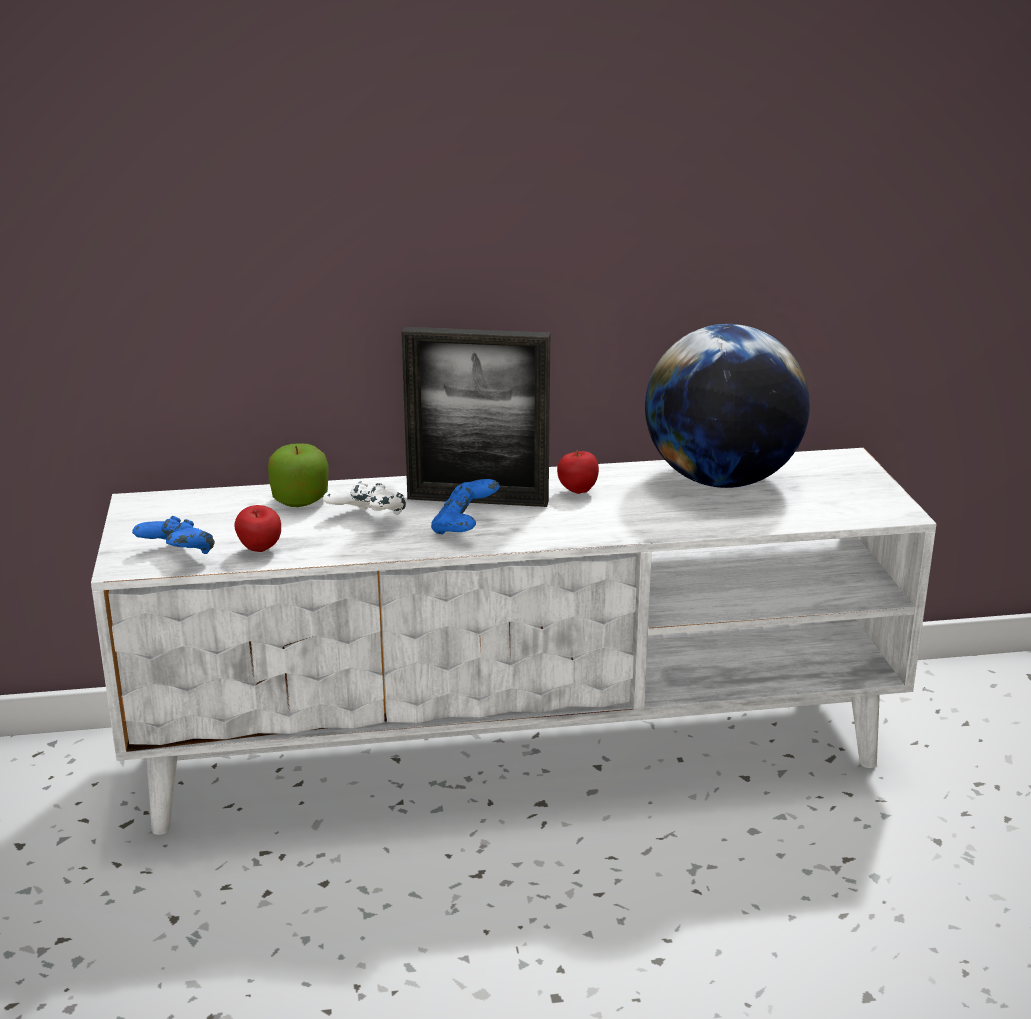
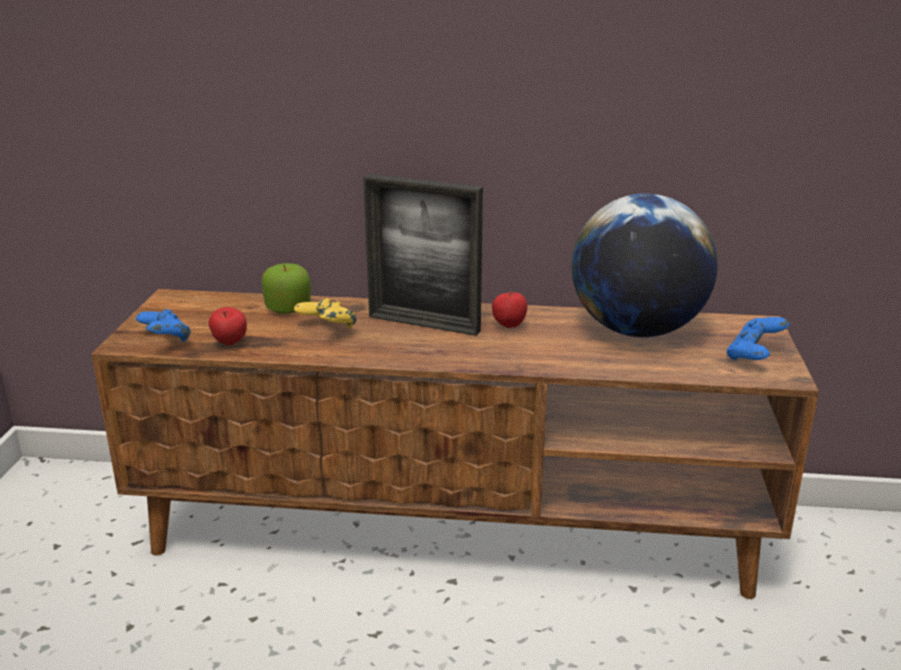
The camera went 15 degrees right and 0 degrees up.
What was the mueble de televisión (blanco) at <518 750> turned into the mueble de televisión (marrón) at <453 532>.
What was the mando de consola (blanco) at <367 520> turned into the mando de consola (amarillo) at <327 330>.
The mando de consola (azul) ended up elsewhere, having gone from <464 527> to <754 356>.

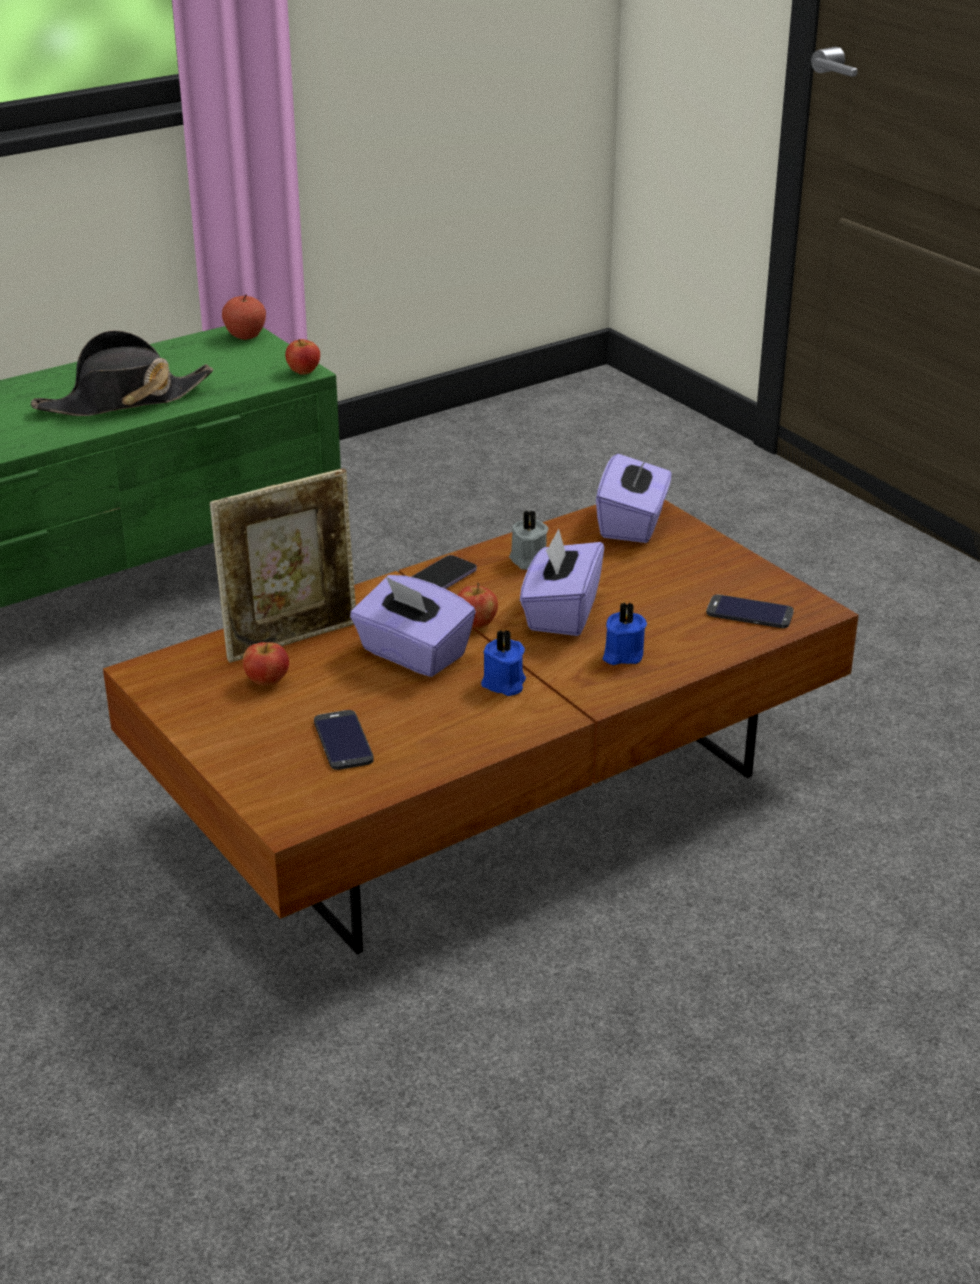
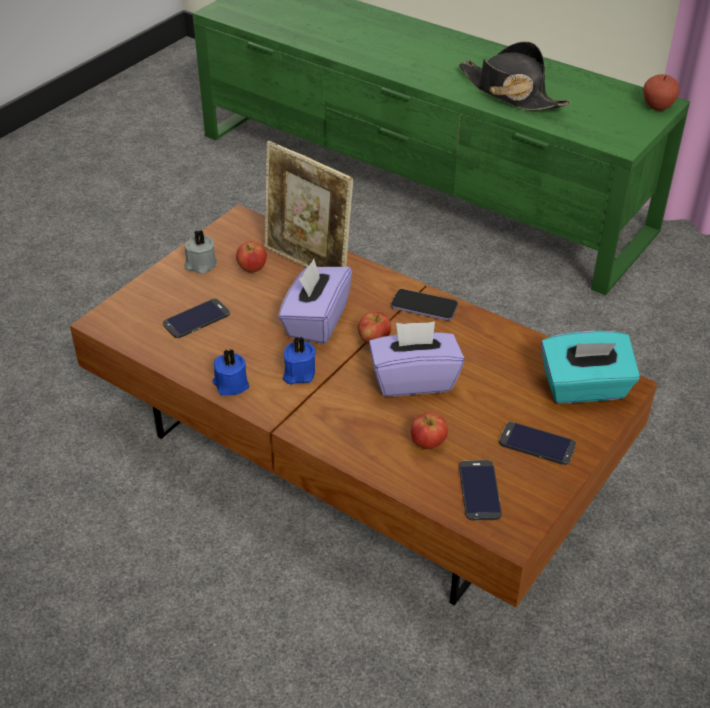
The camera went 70 degrees right and 10 degrees up.
The vela (gris) ended up elsewhere, having gone from <528 560> to <200 265>.
The vela (azul) ended up elsewhere, having gone from <622 655> to <230 384>.
The manzana ended up elsewhere, having gone from <304 372> to <428 443>.
The second view gained the móvil at <537 444>.
What was the caja de pañuelos (morado) at <633 524> turned into the caja de pañuelos (turquesa) at <584 388>.

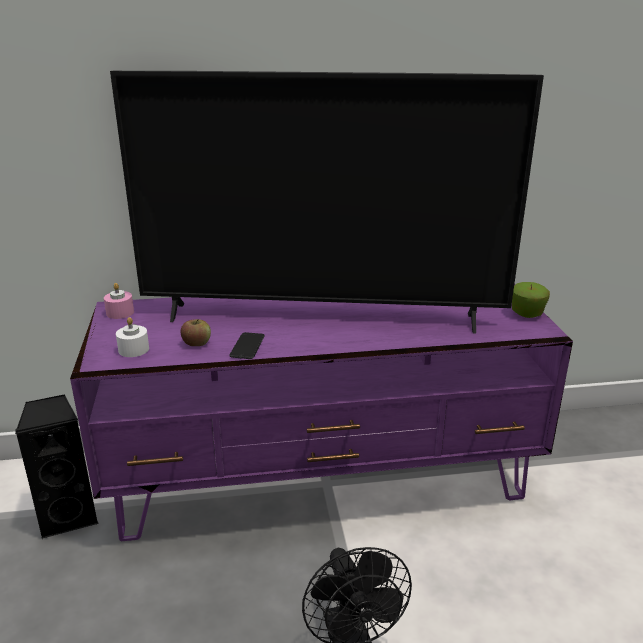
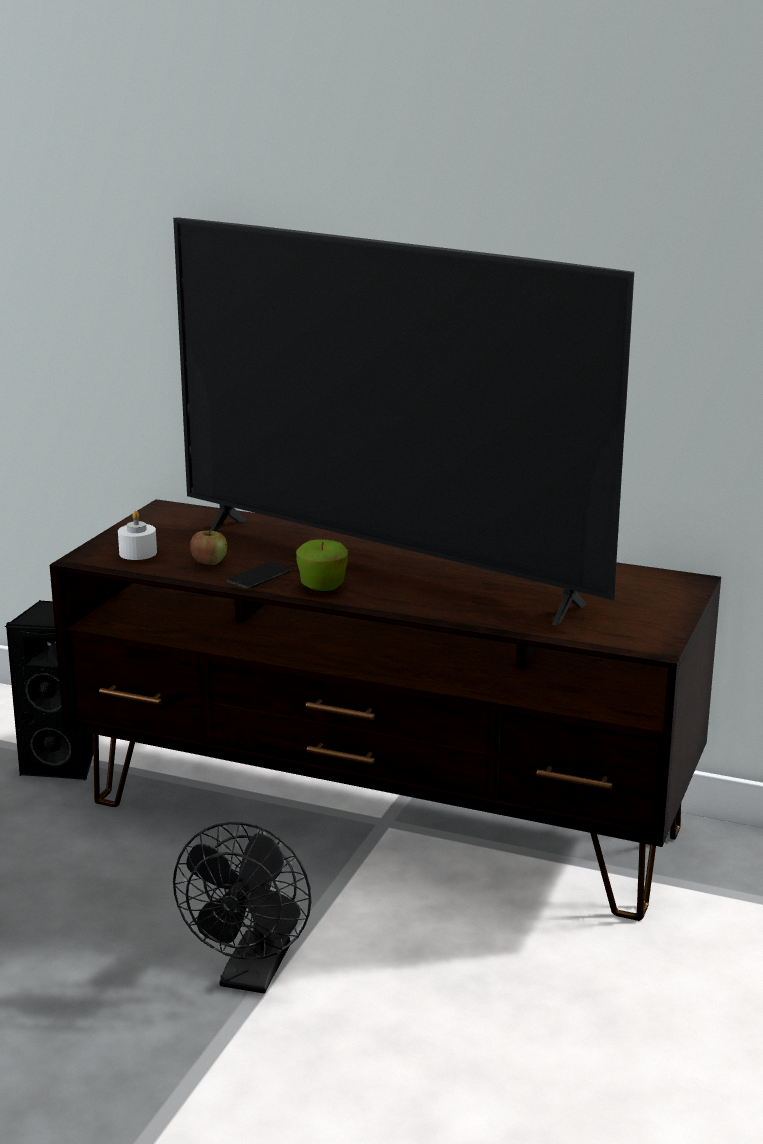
The camera went 30 degrees right and 5 degrees down.
What was the mueble de televisión (morado) at <322 480> turned into the mueble de televisión (marrón) at <383 817>.
The manzana ended up elsewhere, having gone from <527 314> to <322 586>.
The second view lost the vela (rosa) at <120 312>.

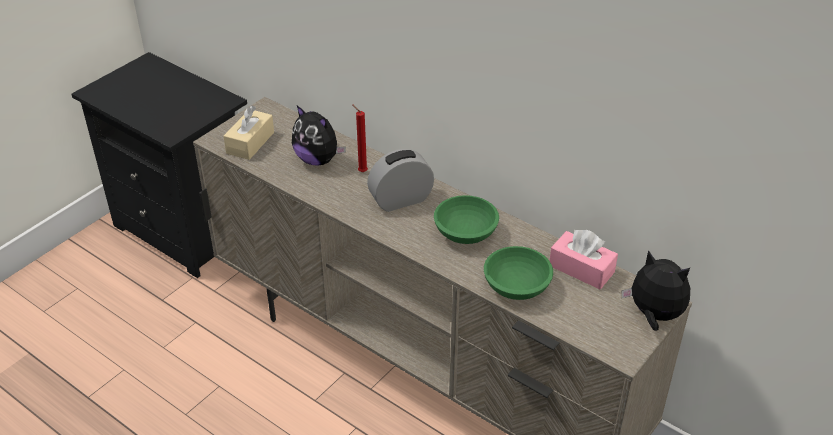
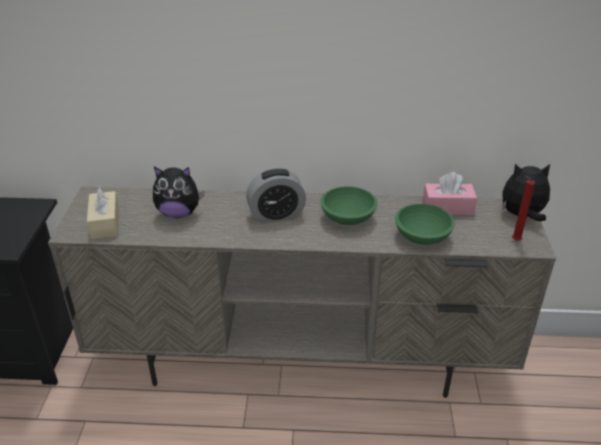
The camera went 35 degrees left and 5 degrees down.
The despertador at <401 200> ended up facing another way, 135 degrees counterclockwise from before.
The vela (rojo) ended up elsewhere, having gone from <361 171> to <514 241>.

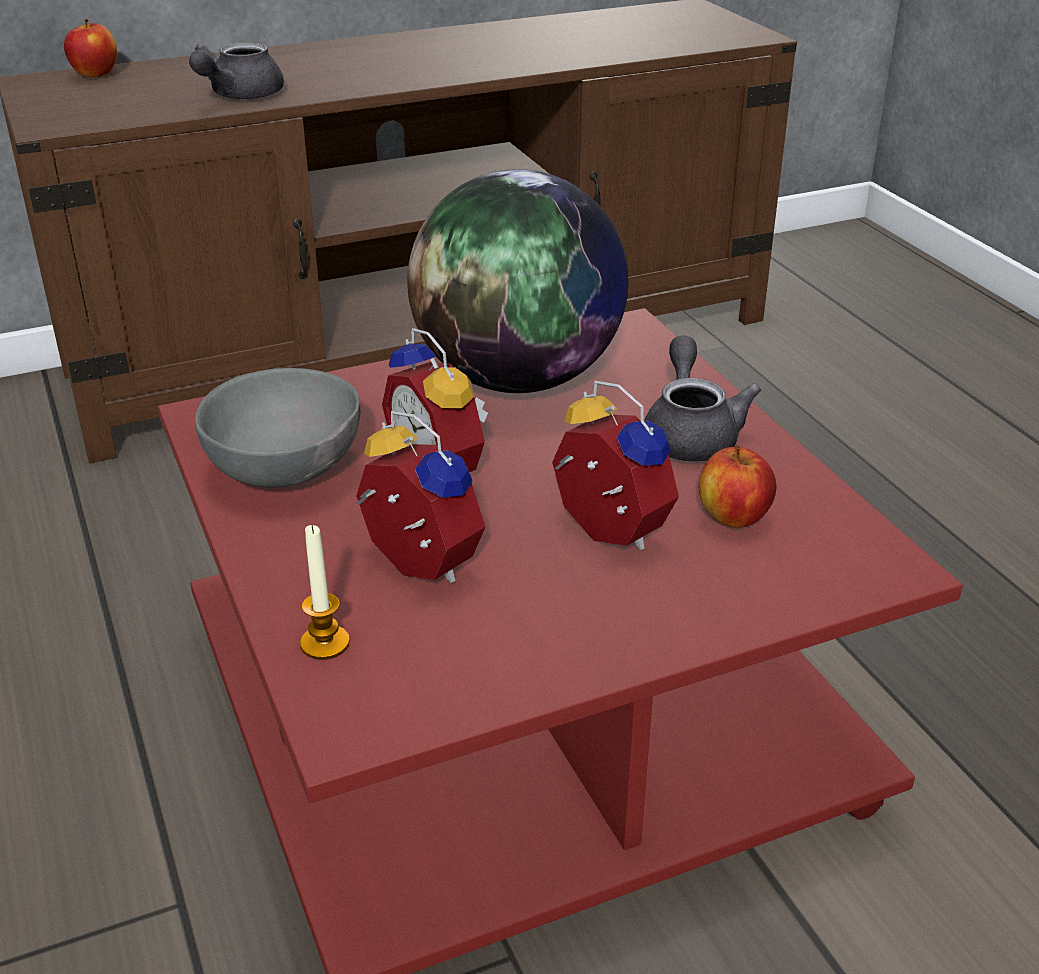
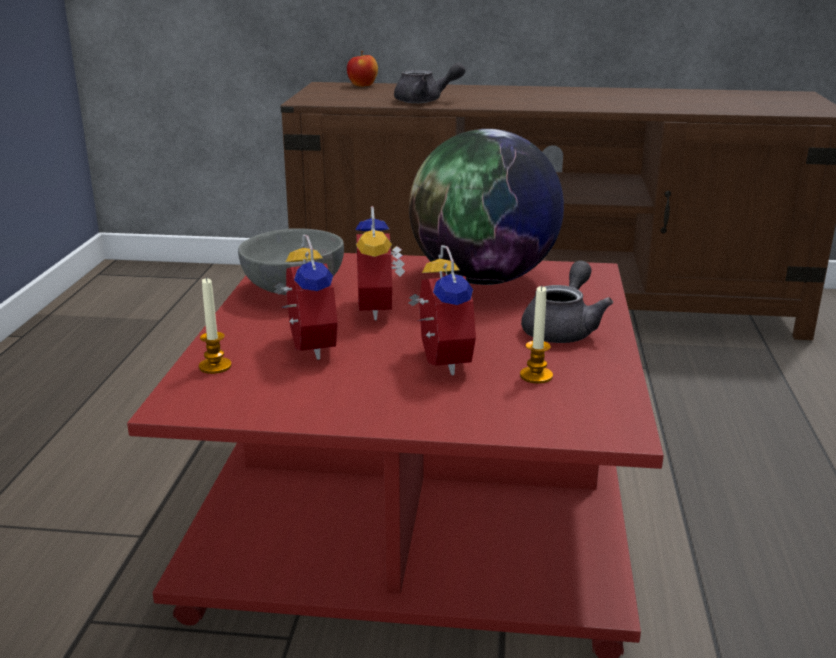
The camera went 30 degrees right and 10 degrees down.
The tetera (gris) at <238 96> ended up facing another way, 150 degrees counterclockwise from before.
Where the manzana stood at <733 517>, the vela came to stand at <536 376>.

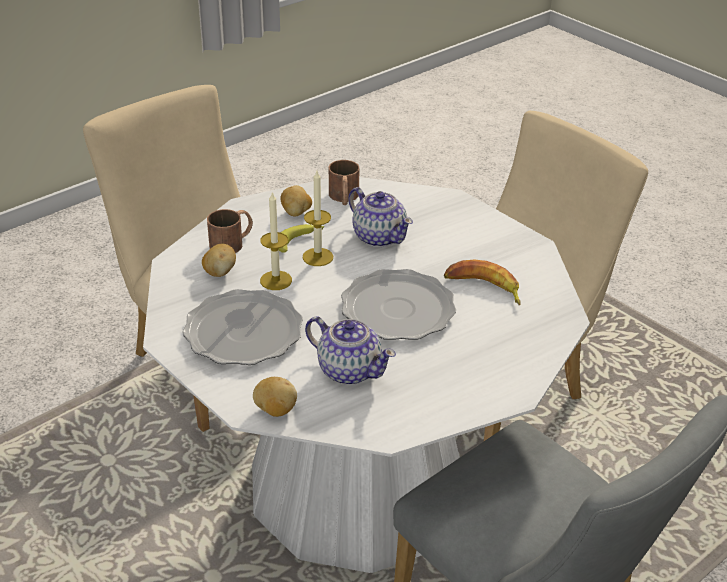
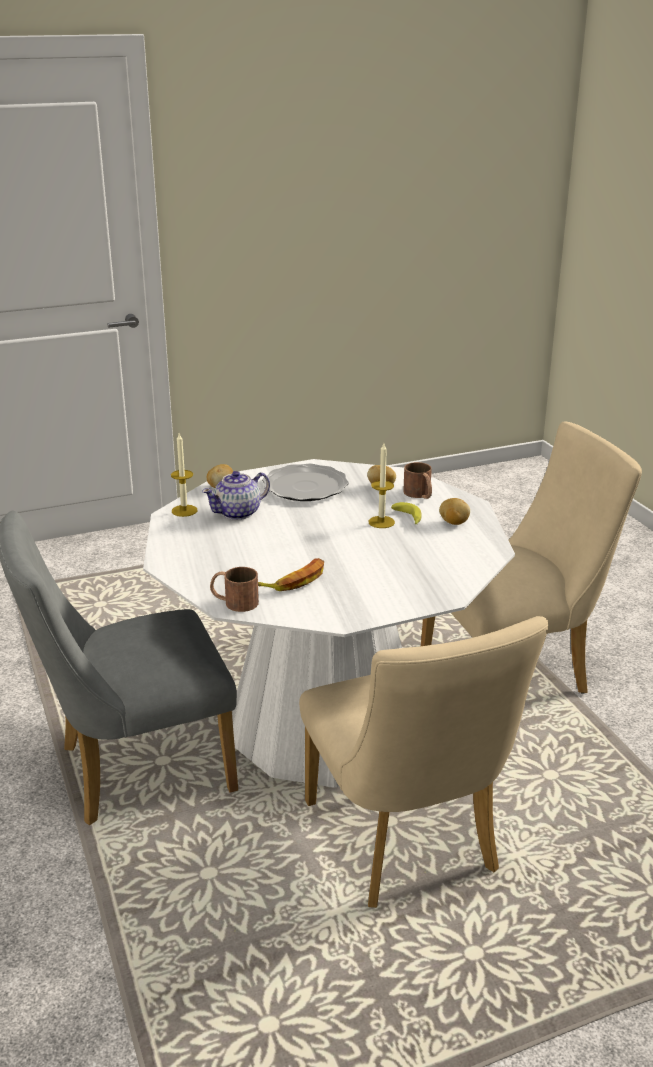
The camera went 110 degrees right and 10 degrees down.
The vela ended up elsewhere, having gone from <276 280> to <184 510>.
The taza grande (marrón) ended up elsewhere, having gone from <344 198> to <234 602>.
The second view lost the plato at <398 309>.
The second view lost the tetera at <379 236>.

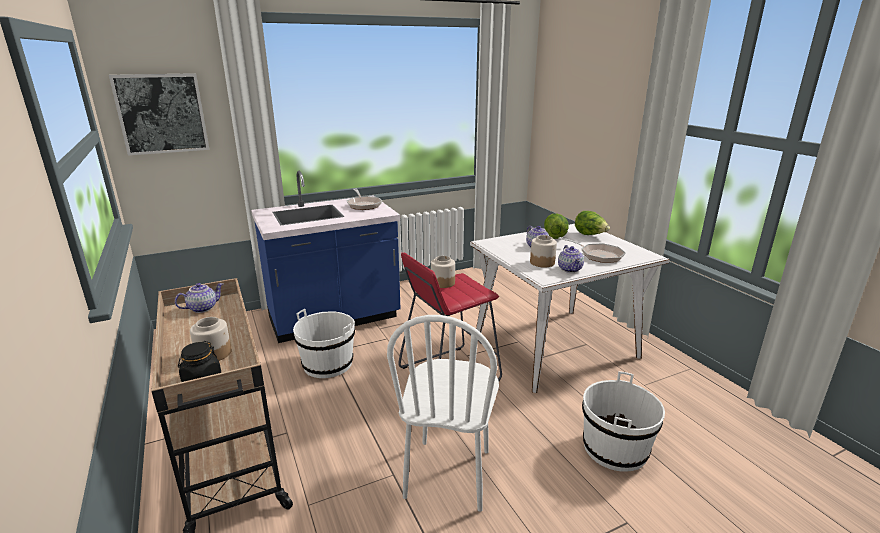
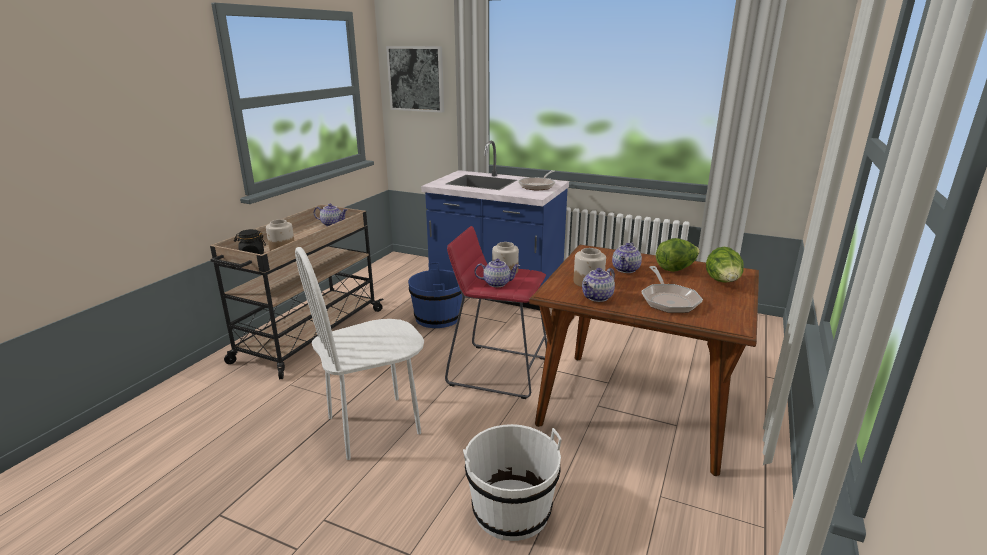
The camera went 50 degrees right and 0 degrees up.
What was the cubo (blanco) at <328 364> turned into the cubo (azul) at <438 318>.
The second view gained the tetera at <497 283>.
What was the mesa de comedor (blanco) at <555 346> turned into the mesa de comedor (marrón) at <636 407>.

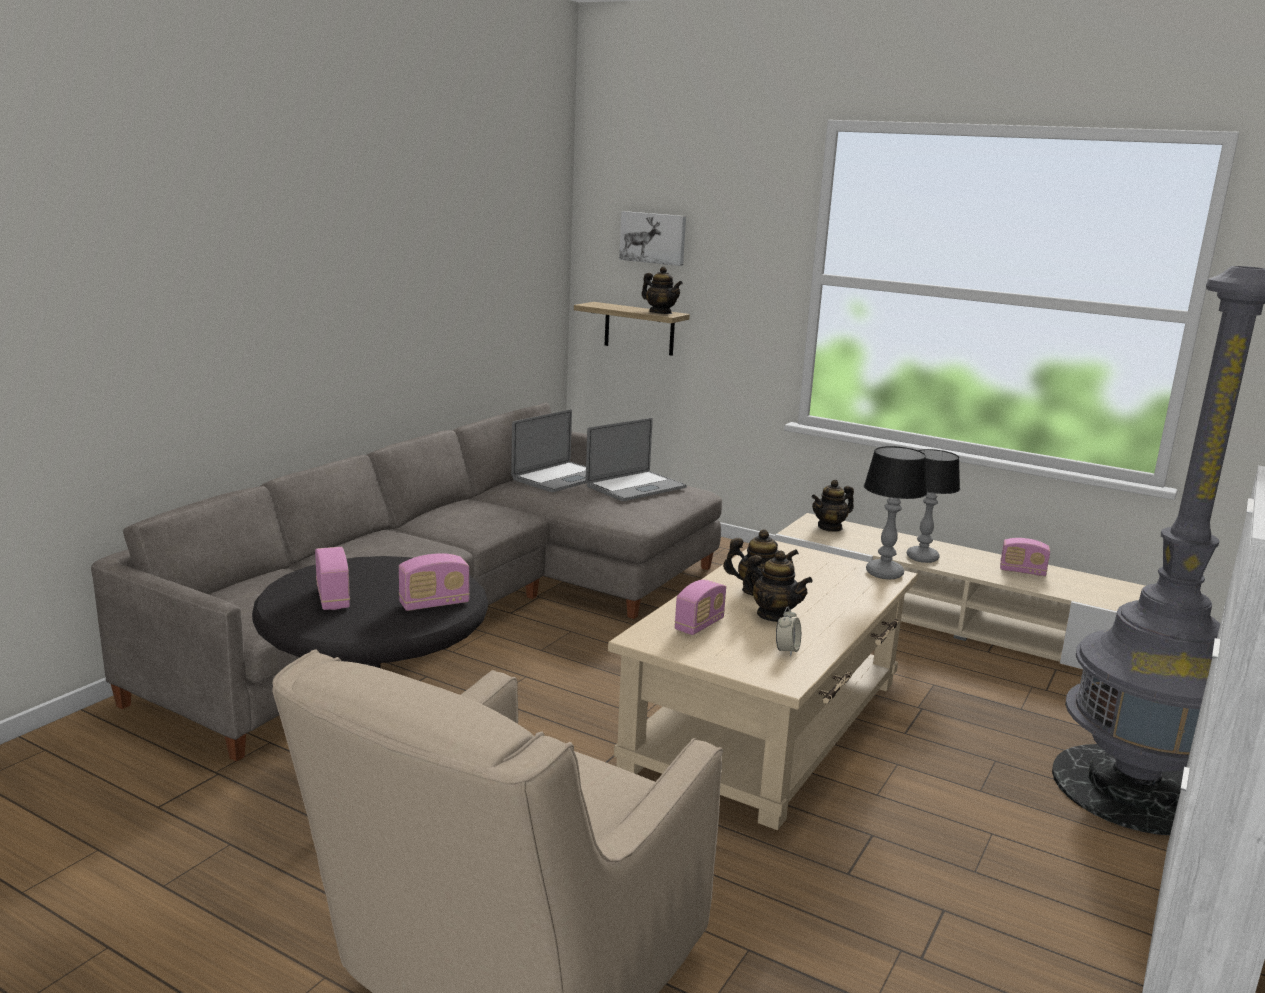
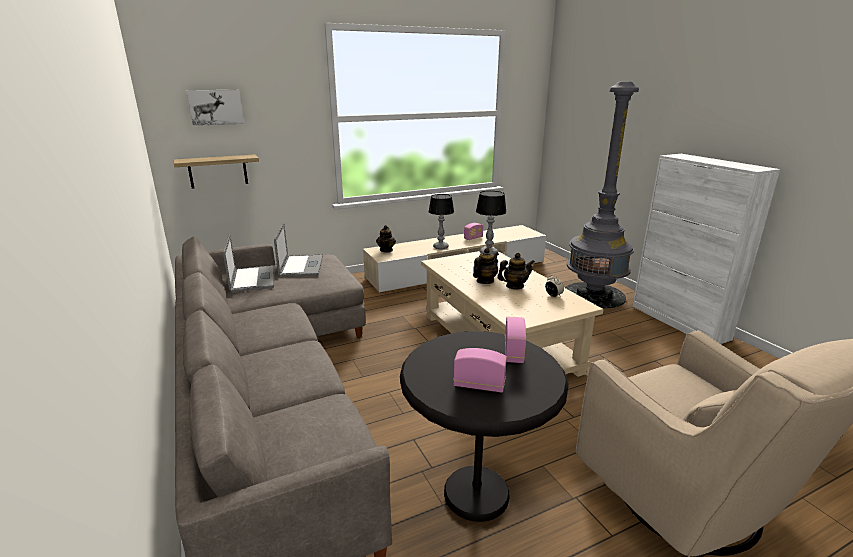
The camera went 55 degrees left and 5 degrees up.
The second view lost the tetera at <660 313>.
The second view lost the radio at <699 625>.

